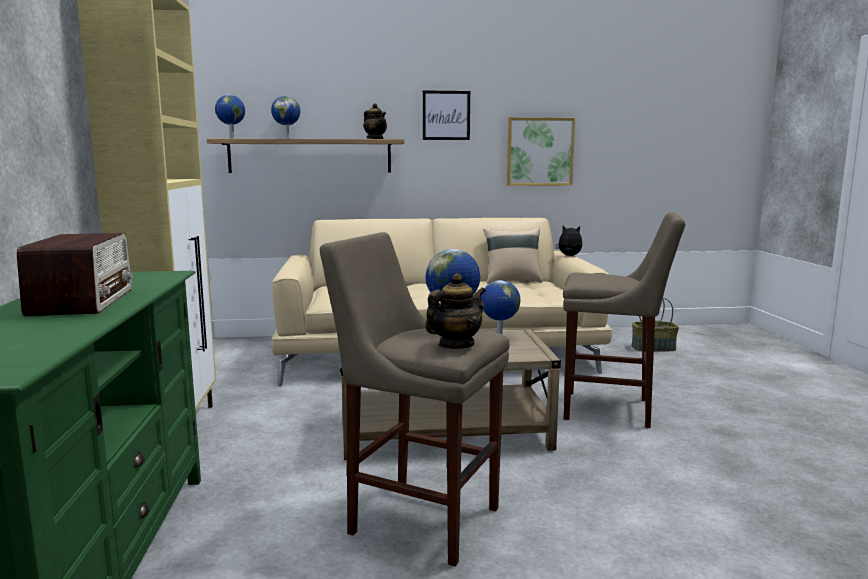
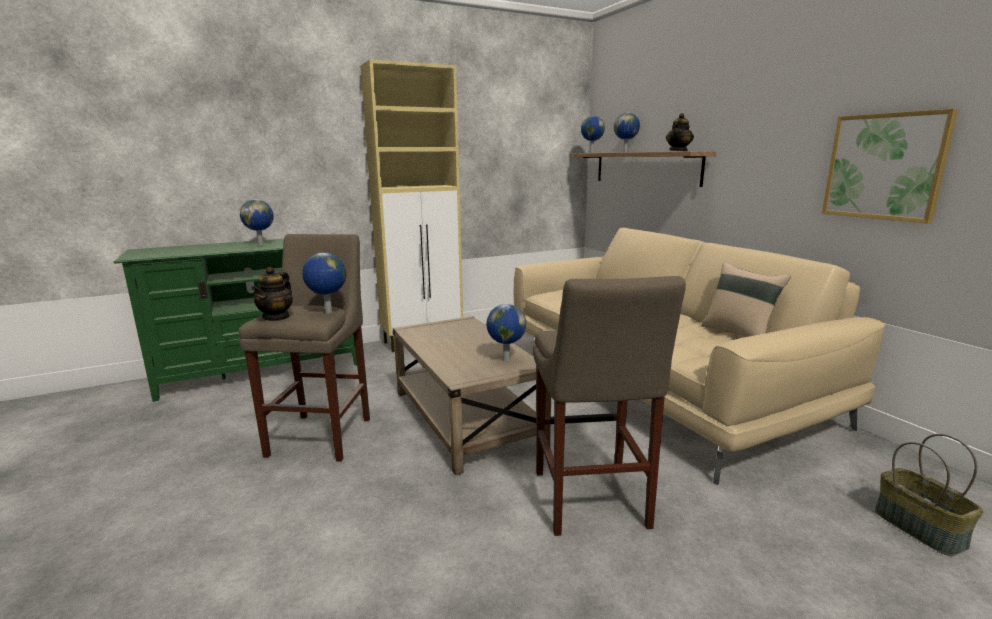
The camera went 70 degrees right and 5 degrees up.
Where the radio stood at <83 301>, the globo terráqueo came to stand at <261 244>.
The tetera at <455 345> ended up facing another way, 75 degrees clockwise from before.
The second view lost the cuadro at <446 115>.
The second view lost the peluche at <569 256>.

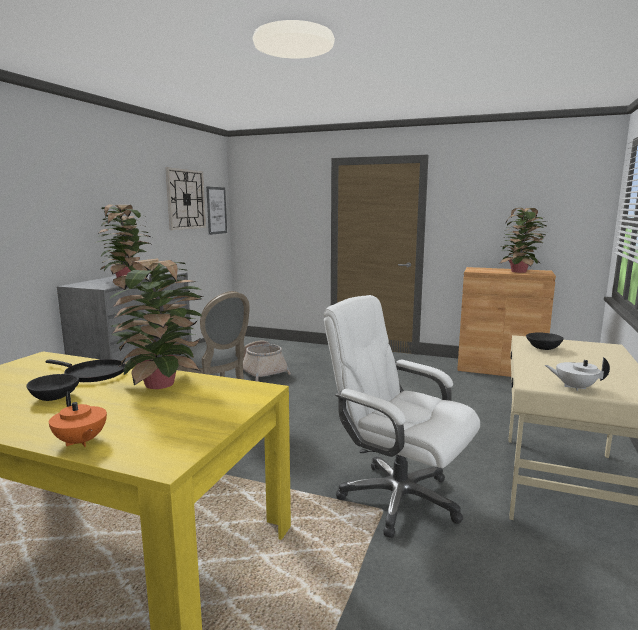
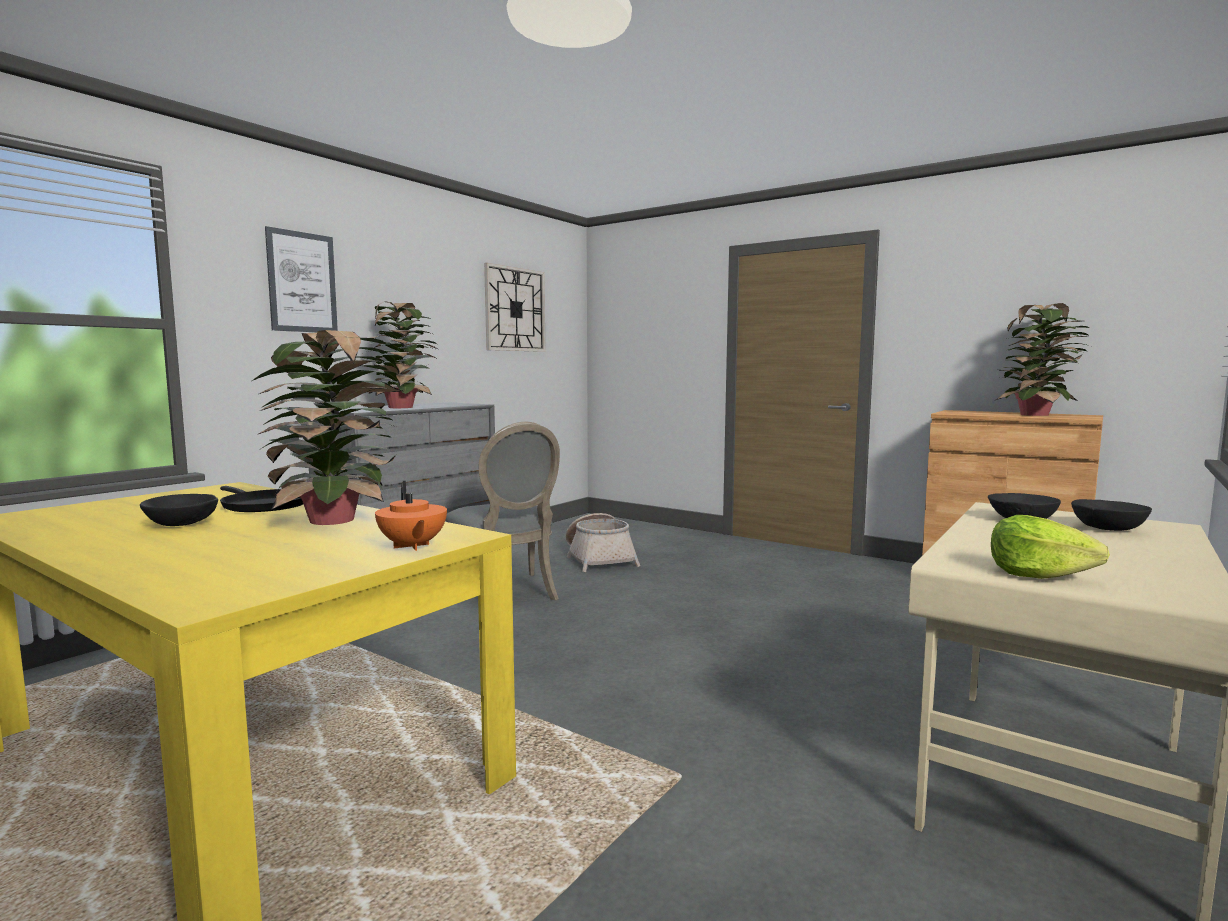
The camera went 15 degrees right and 5 degrees down.
The cuadro ended up elsewhere, having gone from <216 210> to <302 282>.
The tetera (naranja) ended up elsewhere, having gone from <80 442> to <412 546>.
Where the tetera (blanco) stood at <574 387>, the lechuga came to stand at <1038 574>.
The second view gained the cuenco (negro) at <1109 529>.
The second view lost the silla de oficina (blanco) at <398 498>.

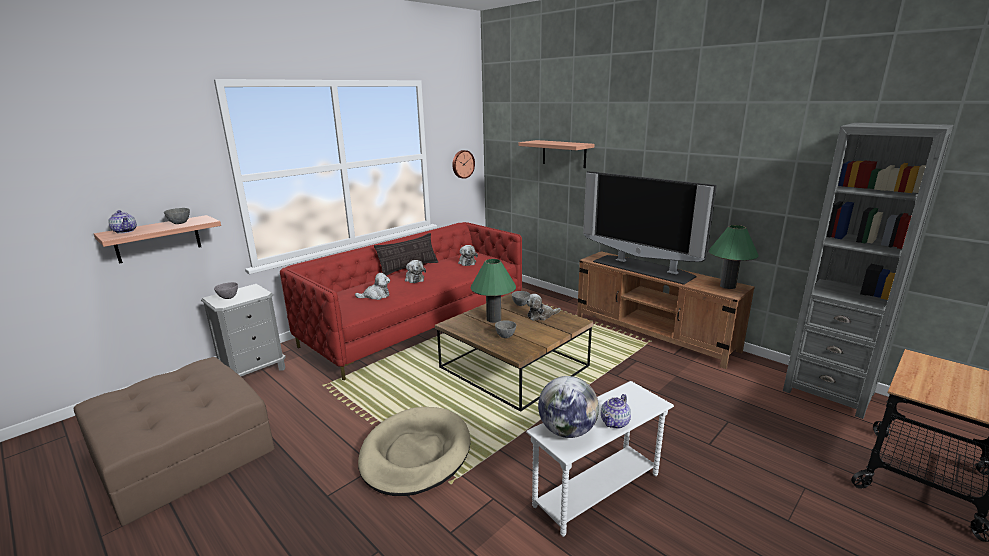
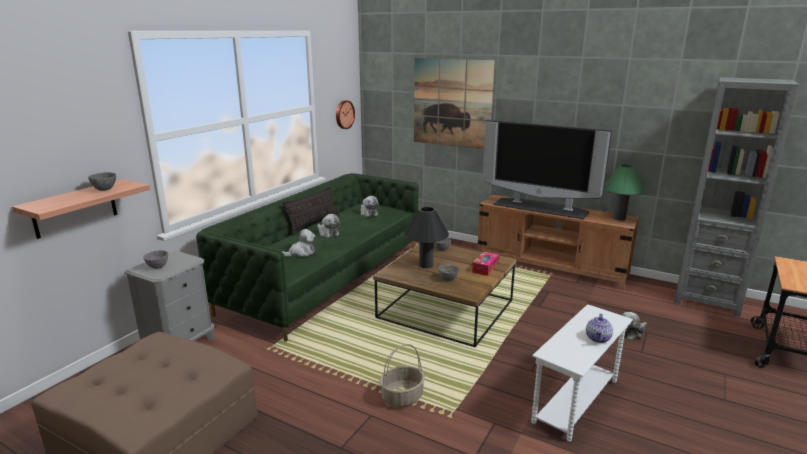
The camera went 15 degrees left and 0 degrees up.
What was the sofá (rojo) at <417 323> turned into the sofá (verde) at <326 278>.
Where the cama para perro (beis) stood at <415 453>, the cesta came to stand at <402 397>.
What was the lámpara de mesa (verde) at <493 319> turned into the lámpara de mesa (negro) at <426 265>.
Where the estante hung at <564 154>, the cuadro came to hang at <452 103>.
The second view gained the caja de pañuelos at <485 268>.
The peluche ended up elsewhere, having gone from <541 316> to <632 333>.
The second view lost the tetera at <125 231>.
The second view lost the globo terráqueo at <567 431>.

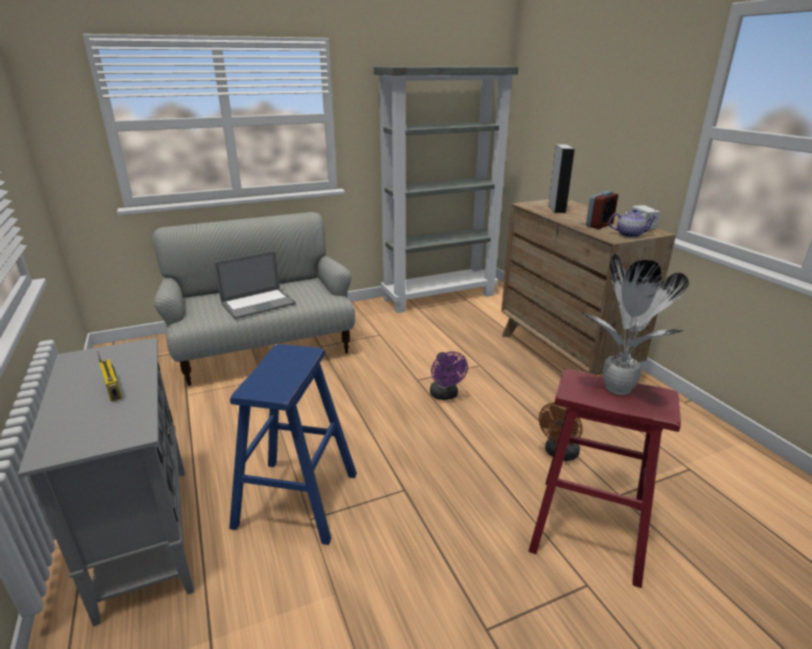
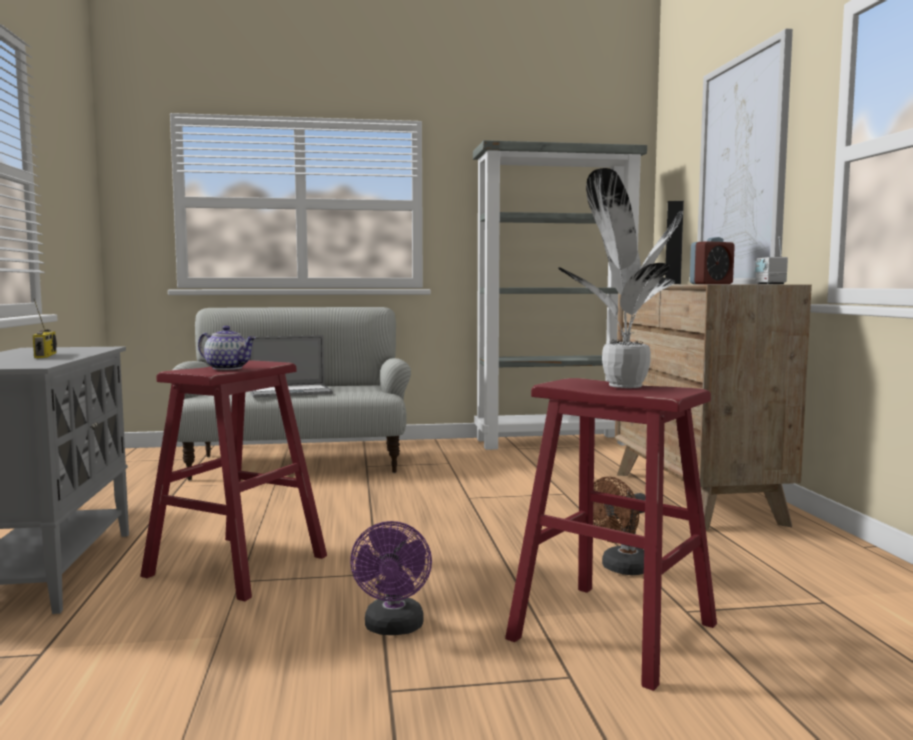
The camera went 15 degrees right and 20 degrees down.
What was the taburete (azul) at <297 499> turned into the taburete (rojo) at <237 566>.
The tetera ended up elsewhere, having gone from <629 234> to <228 368>.
The ventilador (morado) ended up elsewhere, having gone from <445 395> to <393 628>.
The second view gained the cuadro at <741 172>.

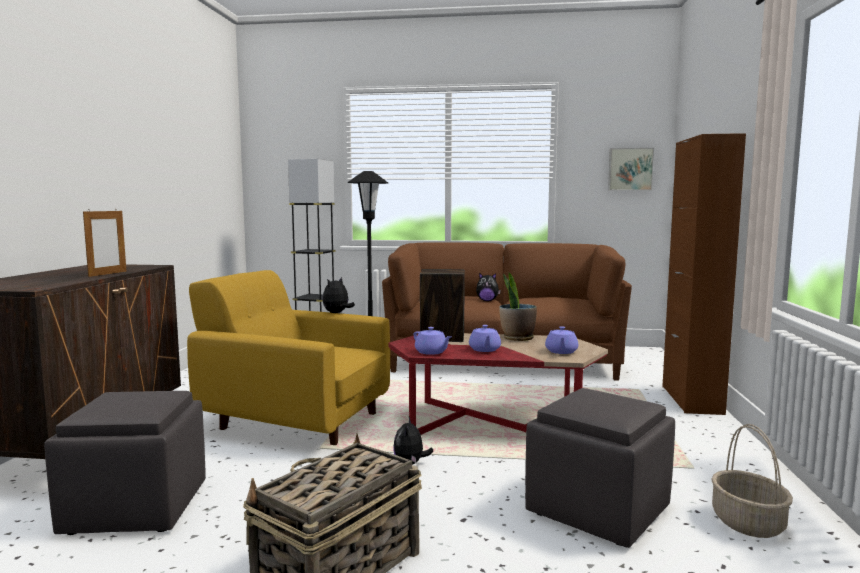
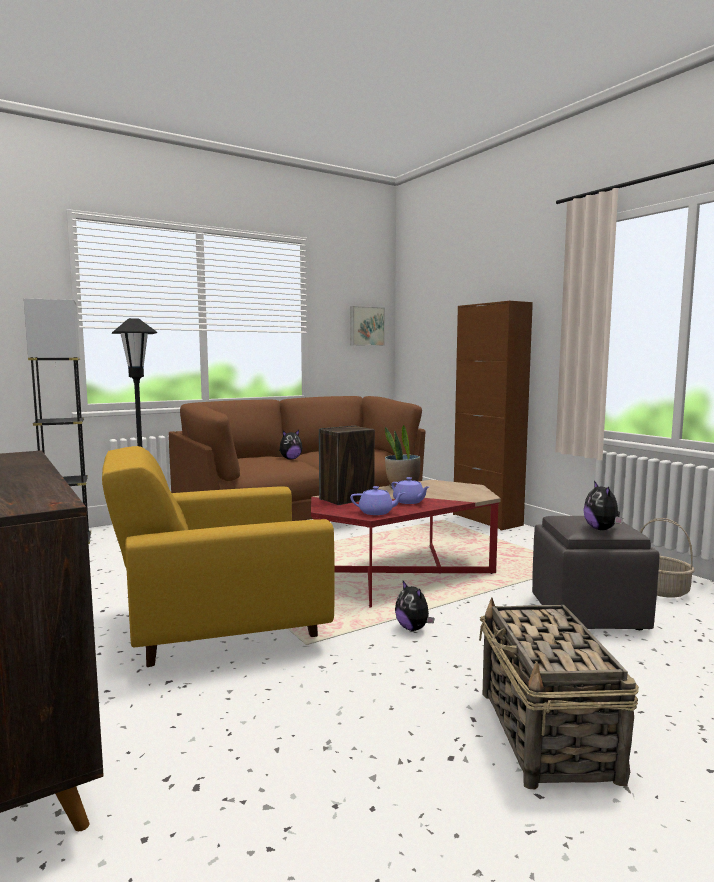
The camera went 40 degrees left and 0 degrees up.
The peluche ended up elsewhere, having gone from <337 313> to <602 529>.
The second view lost the puf (gris) at <135 507>.
The second view lost the portarretratos at <107 274>.
The second view lost the tetera (morado) at <561 352>.

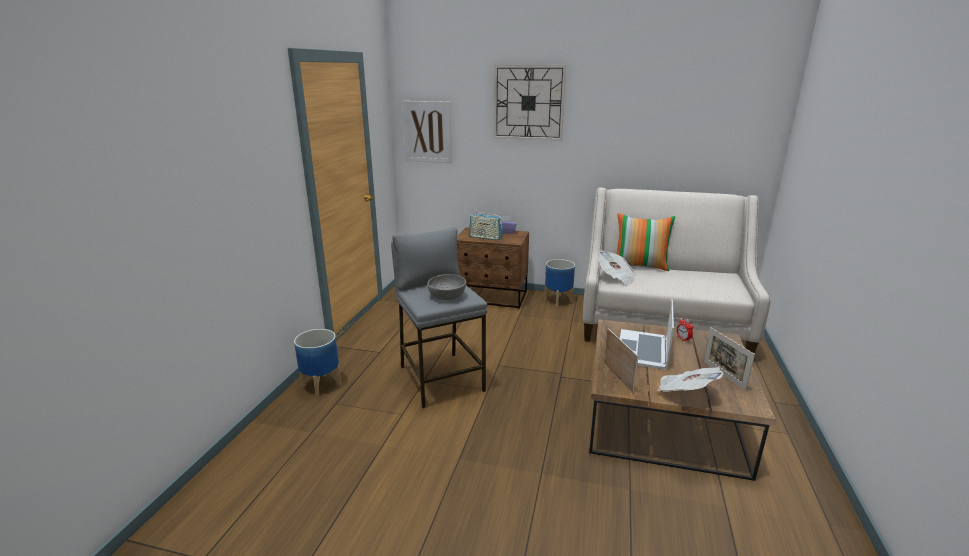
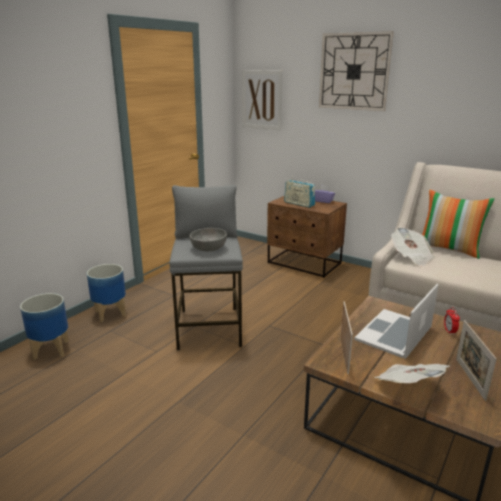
The camera went 20 degrees right and 0 degrees up.
The maceta ended up elsewhere, having gone from <558 300> to <52 349>.

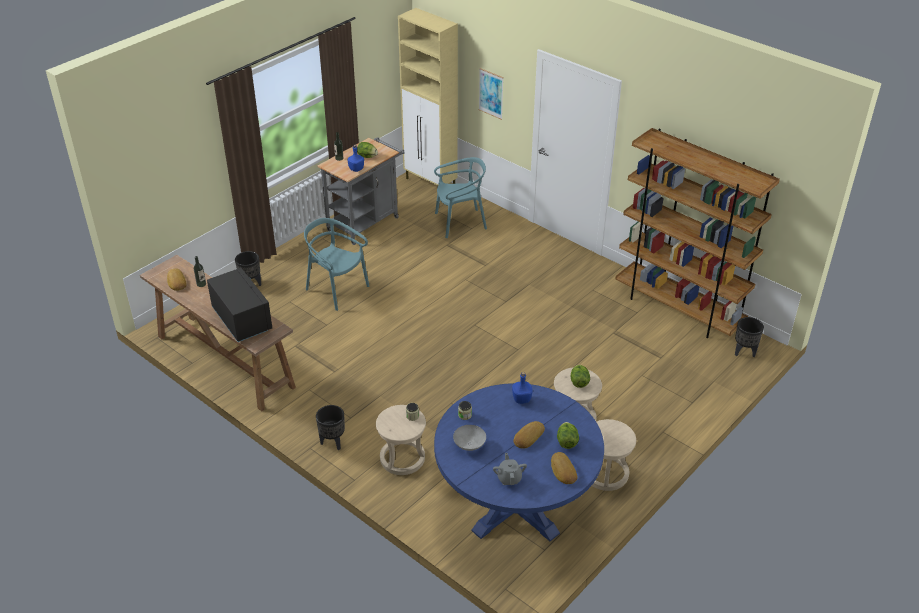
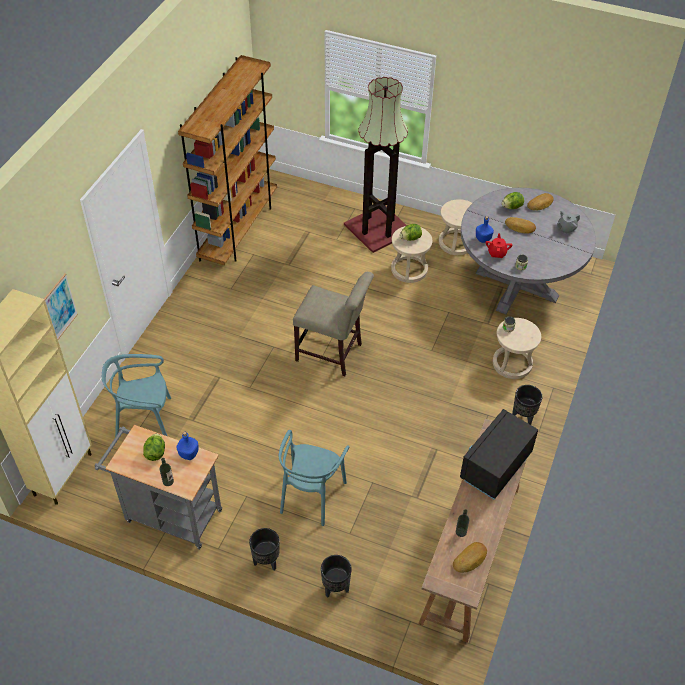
The camera went 110 degrees left and 10 degrees up.
The silla (turquesa) at <460 222> ended up facing another way, 60 degrees counterclockwise from before.
The maceta (negro) ended up elsewhere, having gone from <744 352> to <266 561>.
The second view gained the silla (beis) at <332 354>.
The second view gained the lámpara de pie at <377 228>.
What was the mesa de comedor (azul) at <515 505> turned into the mesa de comedor (gris) at <517 284>.
The second view gained the tetera (rojo) at <497 253>.
The second view lost the cuenco (gris) at <469 445>.

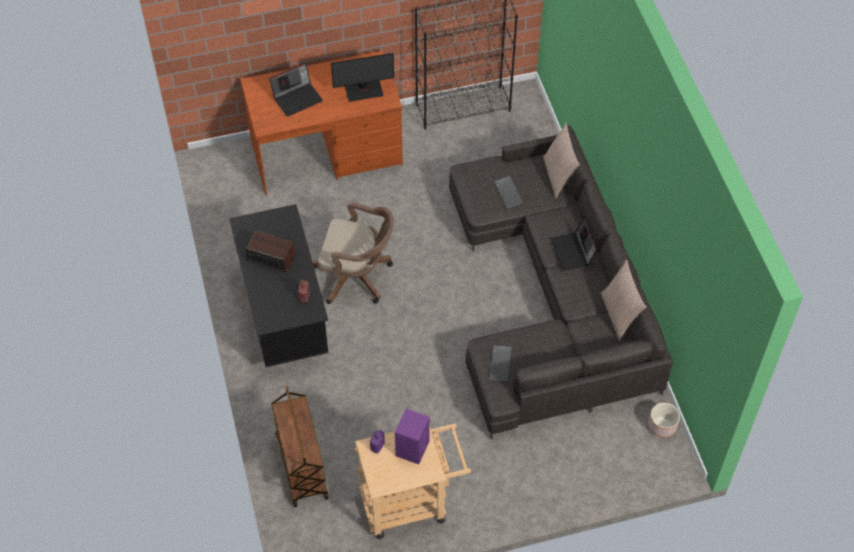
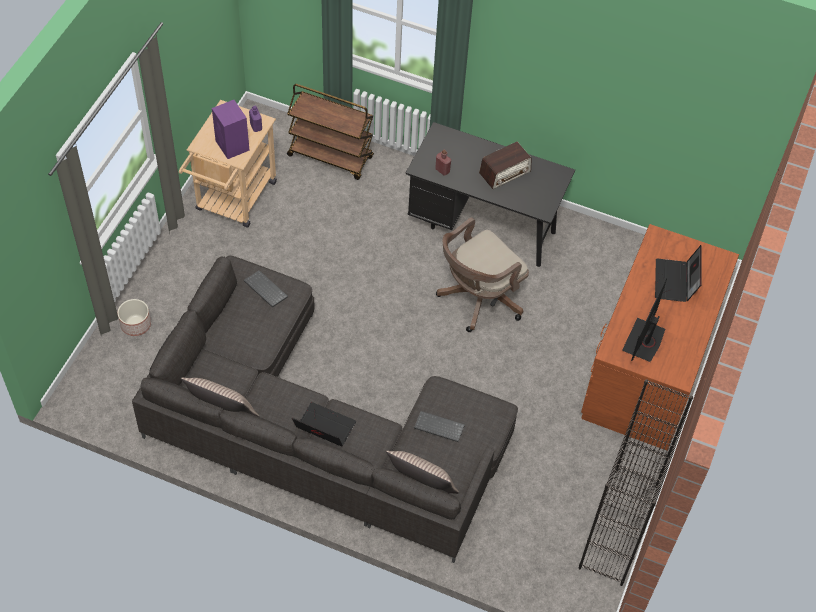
The camera went 125 degrees right and 0 degrees up.
The maceta ended up elsewhere, having gone from <662 426> to <135 324>.

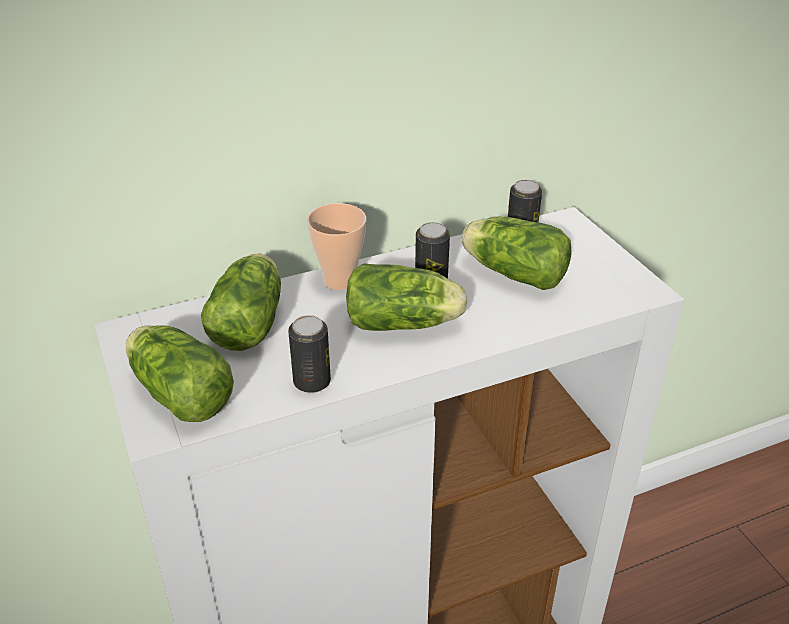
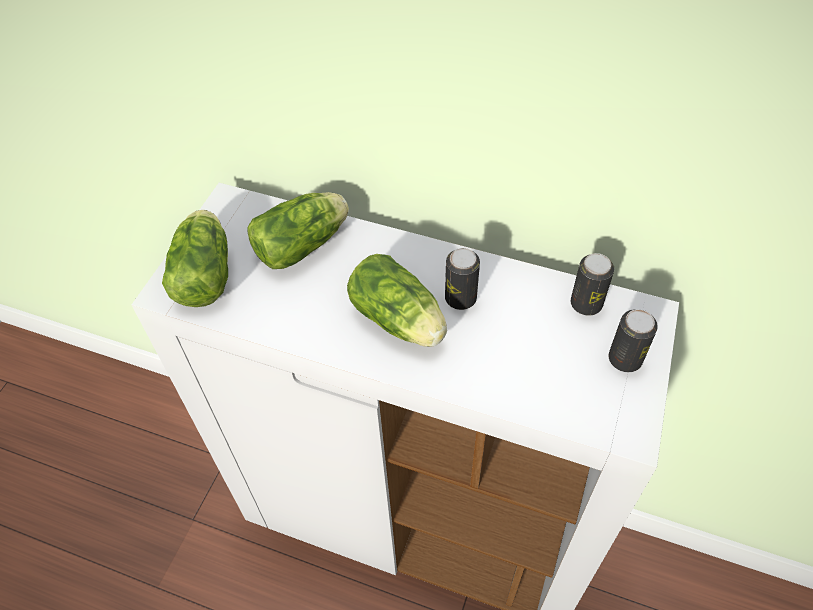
The camera went 45 degrees right and 15 degrees up.
The lata ended up elsewhere, having gone from <312 382> to <625 359>.
The second view lost the taza at <339 280>.
The second view lost the lechuga at <511 272>.

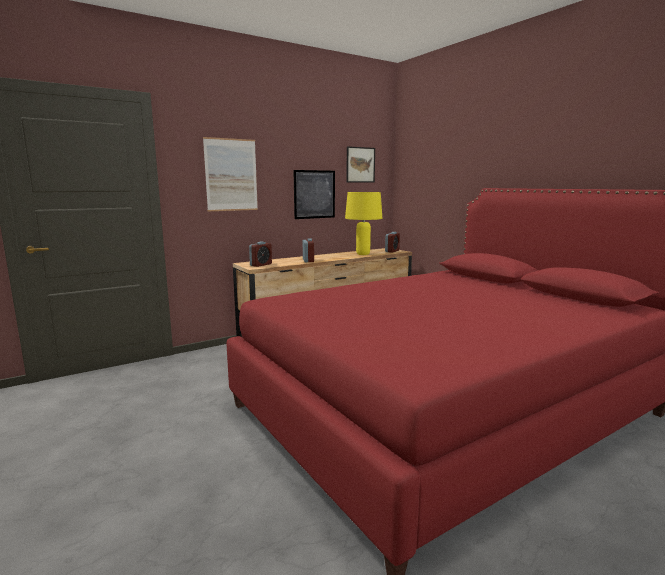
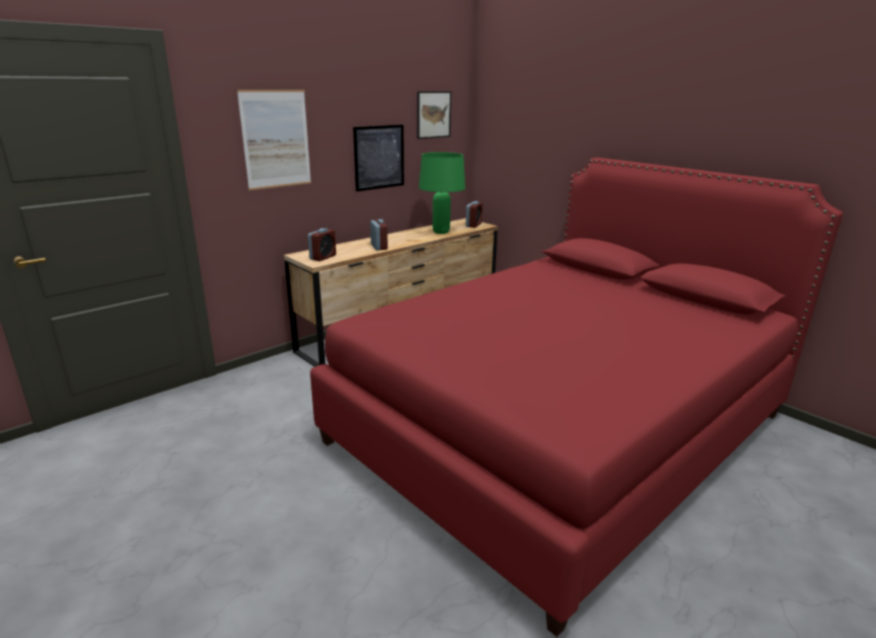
The camera went 10 degrees left and 10 degrees up.
What was the lámpara de mesa (amarillo) at <362 254> turned into the lámpara de mesa (verde) at <440 232>.

